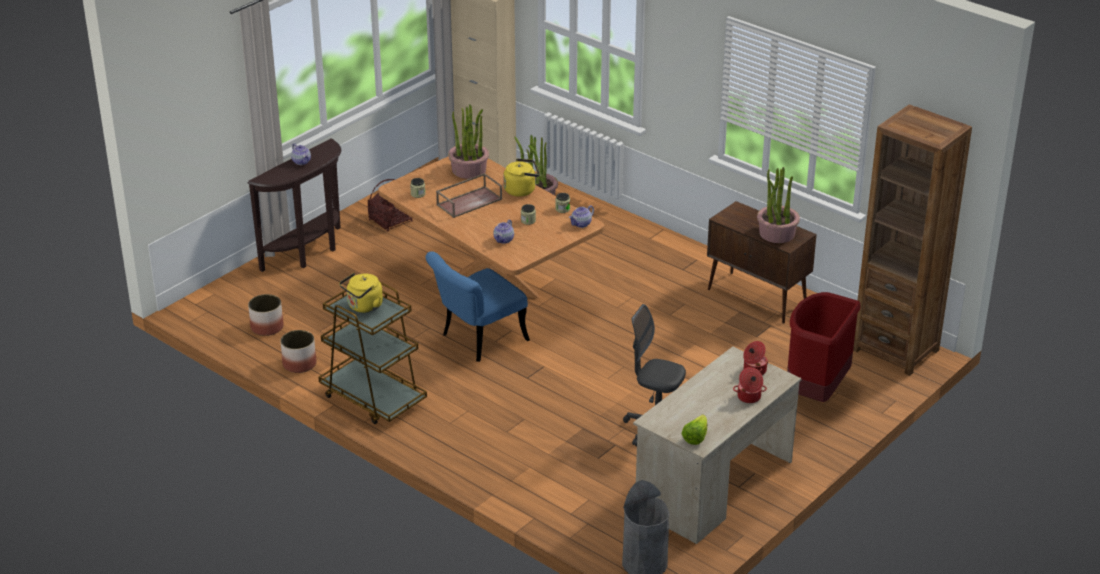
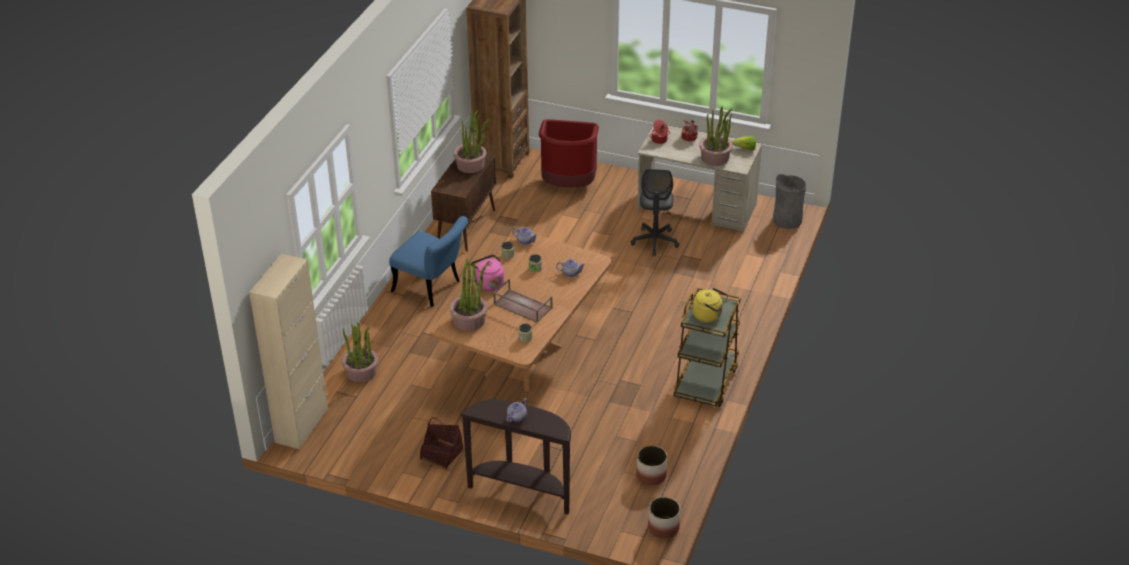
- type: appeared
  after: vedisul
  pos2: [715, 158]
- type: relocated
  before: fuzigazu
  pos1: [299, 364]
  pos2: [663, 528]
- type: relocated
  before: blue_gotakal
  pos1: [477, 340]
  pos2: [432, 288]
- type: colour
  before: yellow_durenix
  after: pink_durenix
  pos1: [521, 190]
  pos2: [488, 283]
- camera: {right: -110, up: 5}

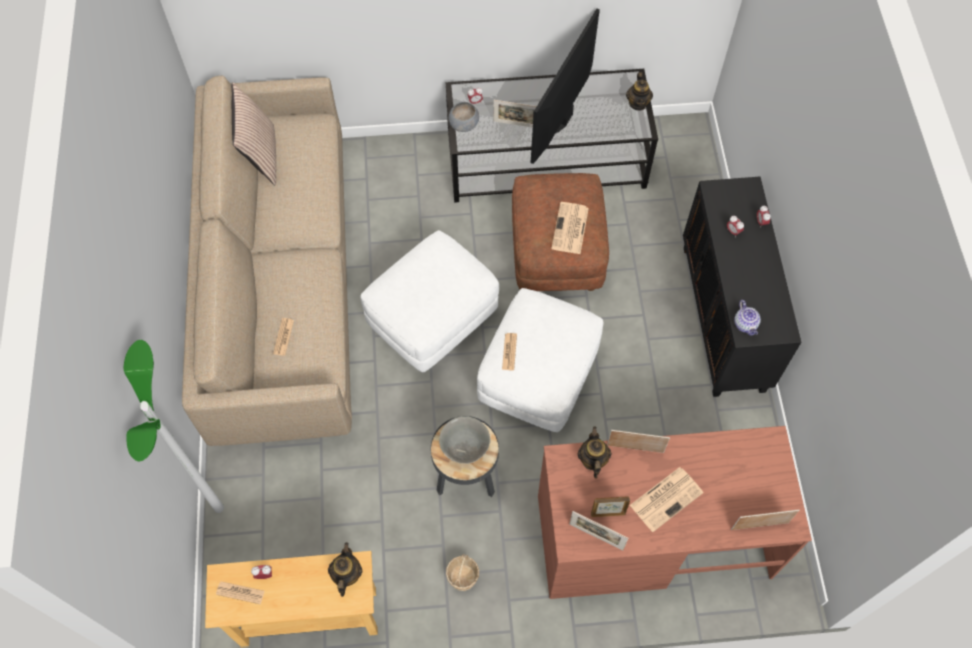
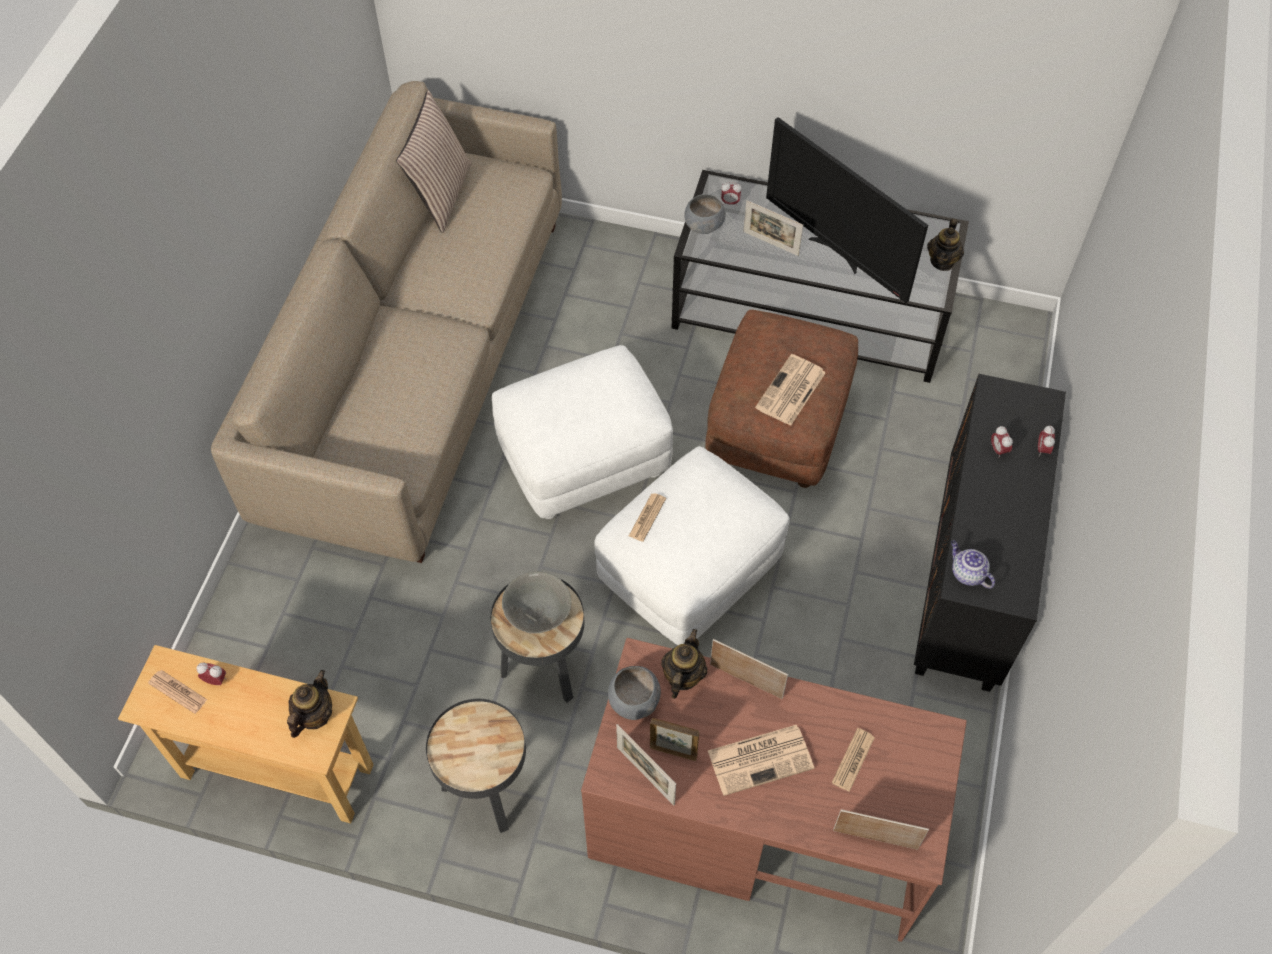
- type: missing
  before: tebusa
  pos1: [218, 507]
- type: appeared
  after: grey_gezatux
  pos2: [633, 701]
- type: relocated
  before: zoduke
  pos1: [283, 337]
  pos2: [853, 760]
- type: exchanged
  before: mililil
  after: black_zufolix
  pos1: [463, 577]
  pos2: [488, 790]
- type: spun
  before: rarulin
  pos1: [564, 118]
  pos2: [836, 253]
  turn: -90
- type: spun
  before: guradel
  pos1: [745, 325]
  pos2: [967, 573]
  turn: 135
- camera: {right: 20, up: -5}

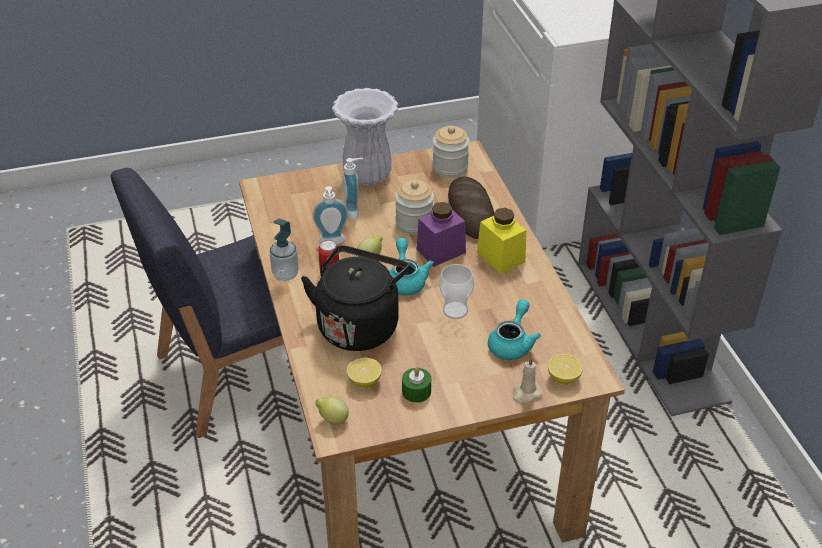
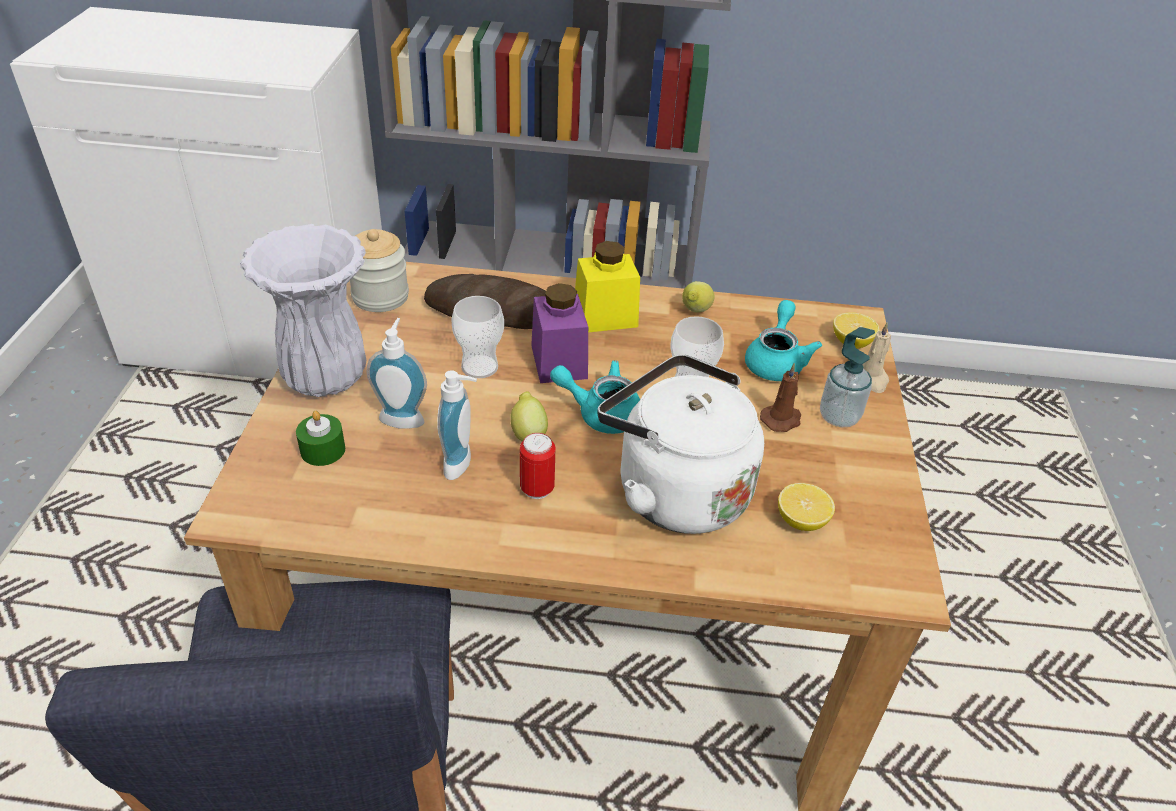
- type: appeared
  after: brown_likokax
  pos2: [781, 419]
- type: relocated
  before: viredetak
  pos1: [285, 274]
  pos2: [839, 417]
- type: relocated
  before: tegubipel
  pos1: [332, 420]
  pos2: [695, 312]
- type: relocated
  before: green_likokax
  pos1: [416, 391]
  pos2: [323, 450]
- type: exchanged
  before: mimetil
  after: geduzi
  pos1: [414, 223]
  pos2: [479, 367]
- type: colour
  before: black_durenix
  after: white_durenix
  pos1: [359, 324]
  pos2: [675, 490]
- type: spun
  before: turquoise_guradel
  pos1: [512, 343]
  pos2: [776, 361]
  turn: 60
- camera: {right: -70, up: 0}

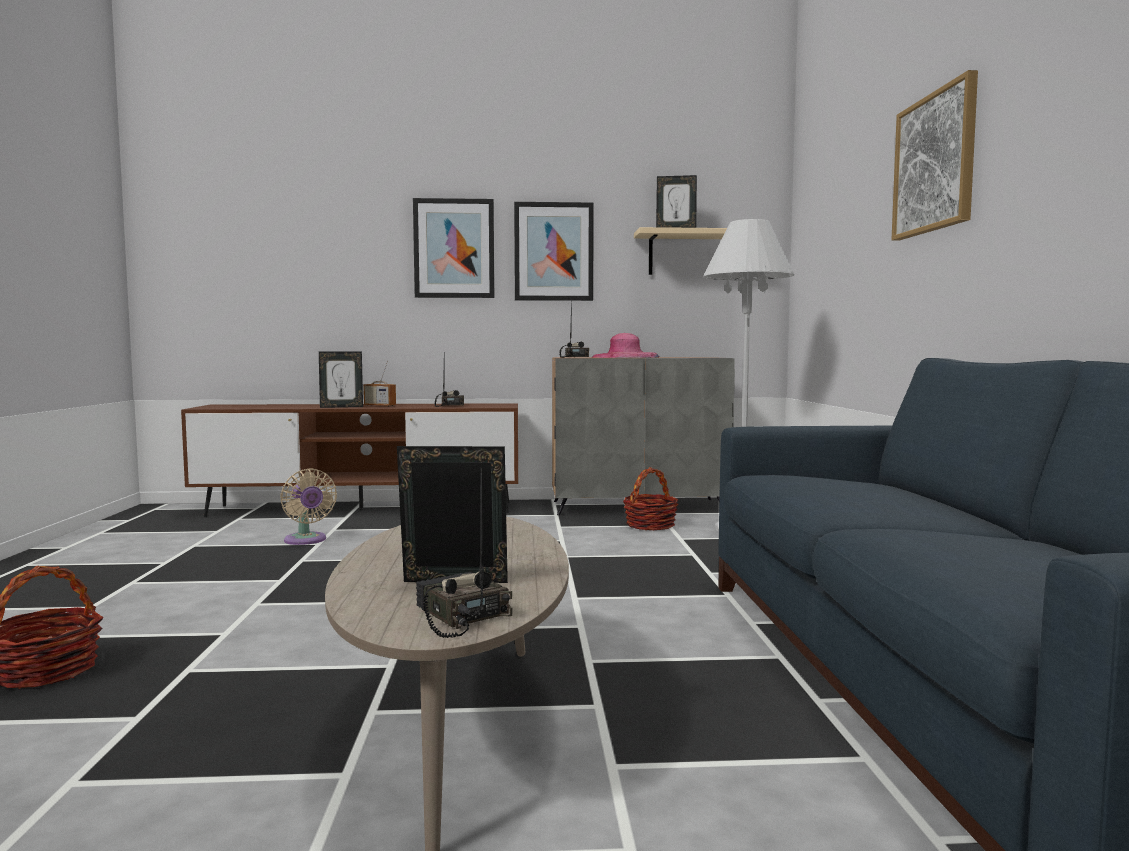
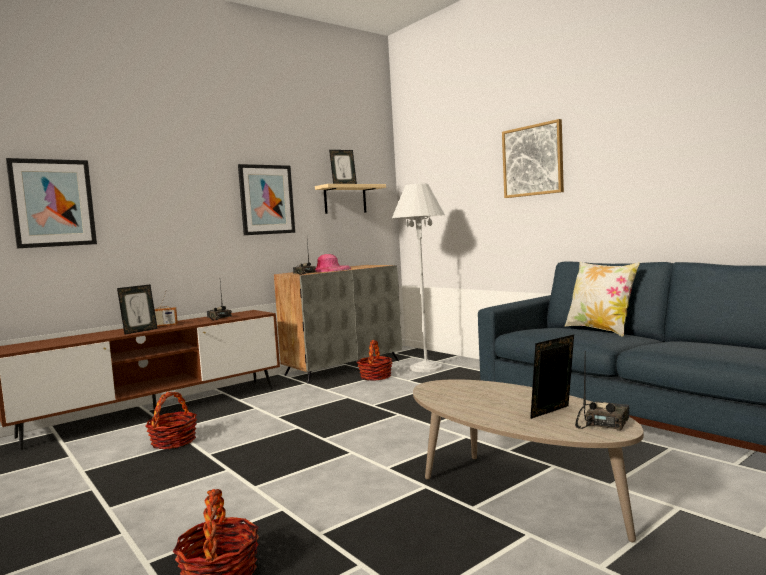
- type: appeared
  after: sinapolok
  pos2: [600, 330]
- type: relocated
  before: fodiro
  pos1: [454, 248]
  pos2: [53, 203]
- type: exchanged
  before: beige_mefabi
  after: mililil
  pos1: [306, 540]
  pos2: [173, 441]
- type: spun
  before: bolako
  pos1: [458, 616]
  pos2: [602, 423]
  turn: 105
- camera: {right: -35, up: 0}

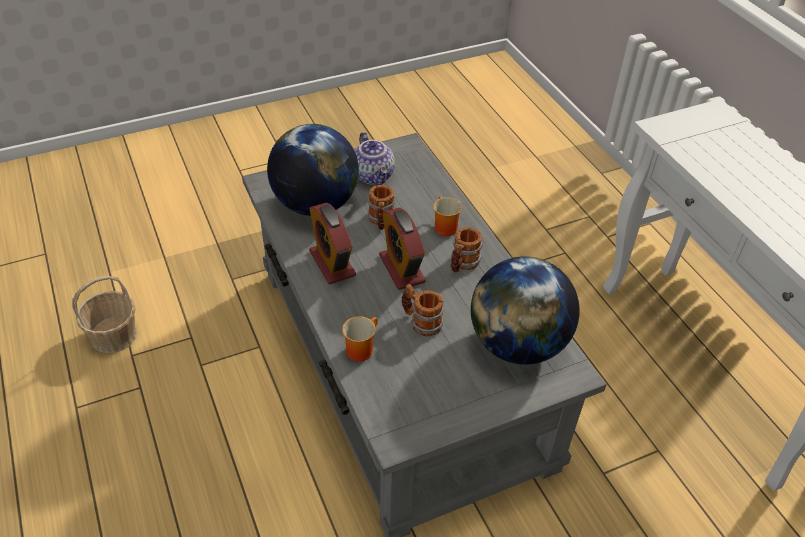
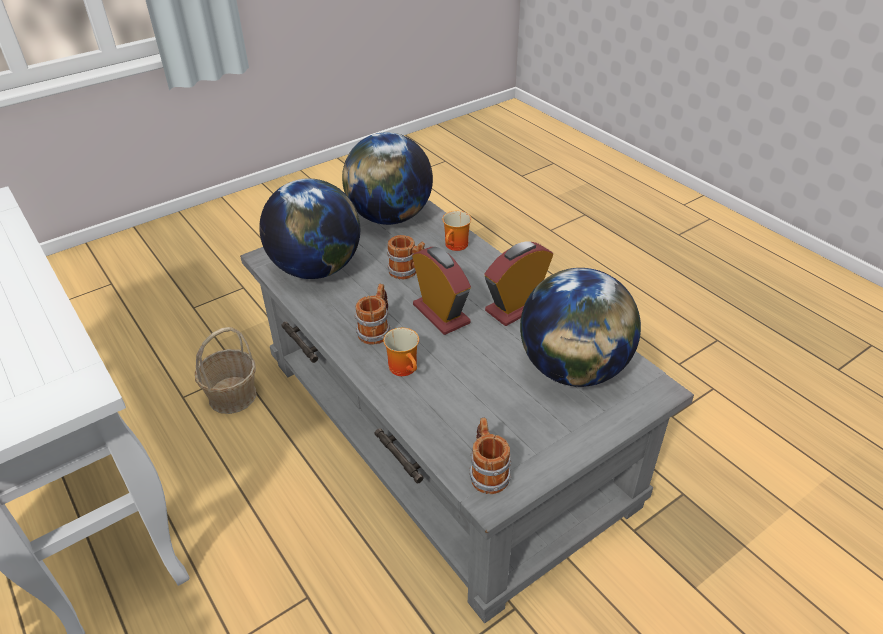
- type: missing
  before: guradel
  pos1: [374, 176]
- type: appeared
  after: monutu
  pos2: [390, 217]
- type: relocated
  before: mililil
  pos1: [114, 335]
  pos2: [232, 396]
- type: relocated
  before: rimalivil
  pos1: [381, 221]
  pos2: [487, 471]
- type: spun
  before: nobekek
  pos1: [332, 263]
  pos2: [516, 307]
  turn: -90
- camera: {right: 170, up: -5}

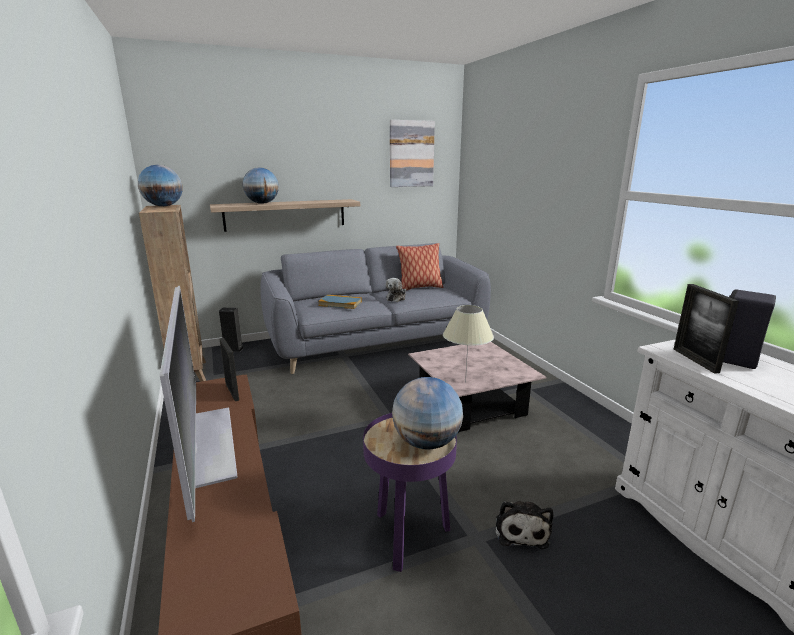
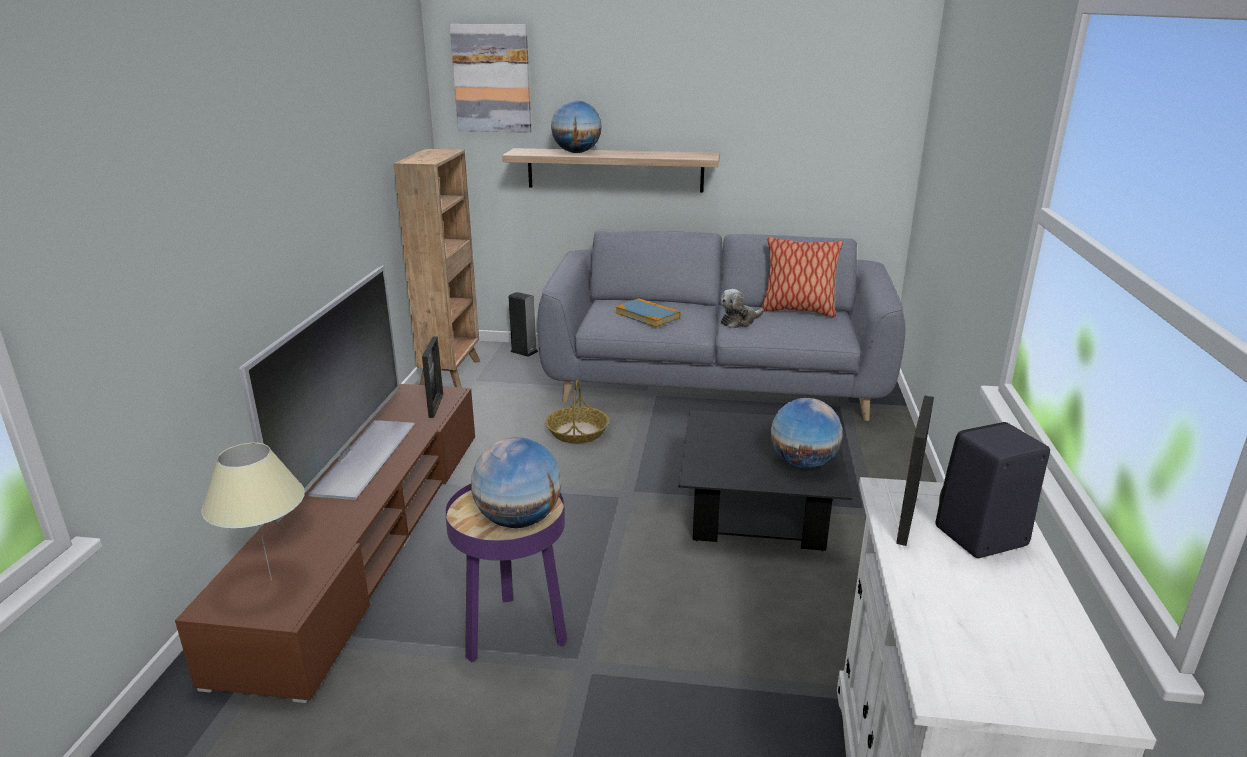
- type: missing
  before: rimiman
  pos1: [521, 529]
- type: appeared
  after: mililil
  pos2: [577, 432]
- type: relocated
  before: monutu
  pos1: [163, 206]
  pos2: [802, 463]
- type: relocated
  before: fodiro
  pos1: [411, 154]
  pos2: [492, 78]
- type: relocated
  before: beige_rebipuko
  pos1: [465, 382]
  pos2: [271, 580]
- type: colour
  before: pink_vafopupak
  after: black_vafopupak
  pos1: [471, 404]
  pos2: [757, 509]
- camera: {right: 30, up: 5}

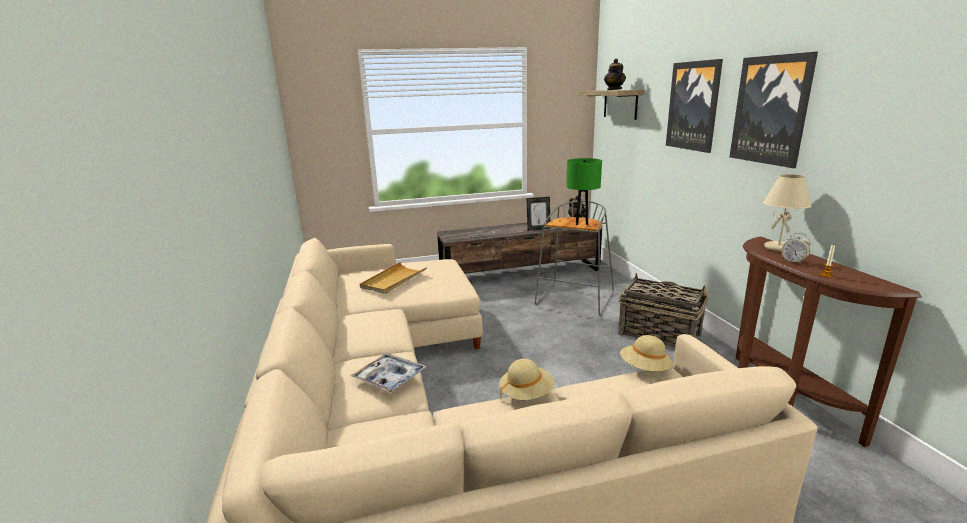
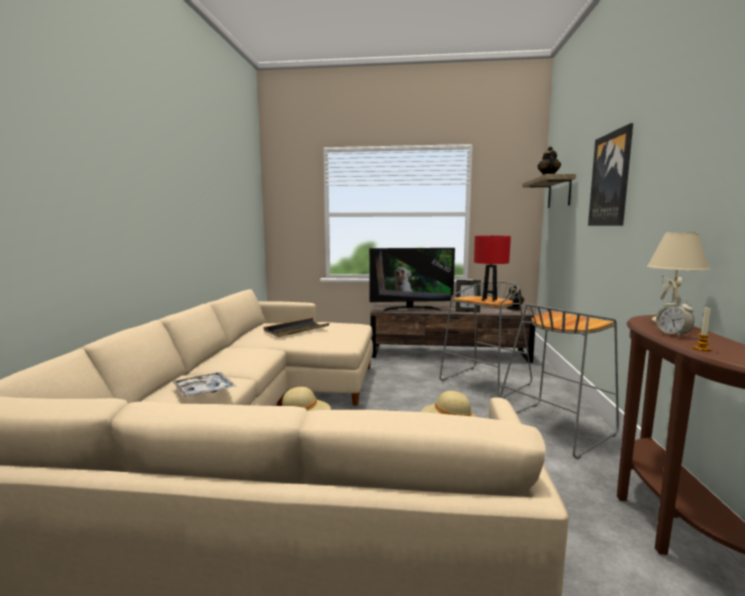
- type: missing
  before: fodiro
  pos1: [771, 110]
- type: appeared
  after: rarulin
  pos2: [410, 309]
- type: exchanged
  before: mililil
  after: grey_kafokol
  pos1: [658, 334]
  pos2: [554, 427]
- type: colour
  before: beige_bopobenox
  after: black_bopobenox
  pos1: [393, 280]
  pos2: [296, 329]
- type: colour
  before: green_rebipuko
  after: red_rebipuko
  pos1: [582, 223]
  pos2: [489, 300]
- camera: {right: 20, up: -10}

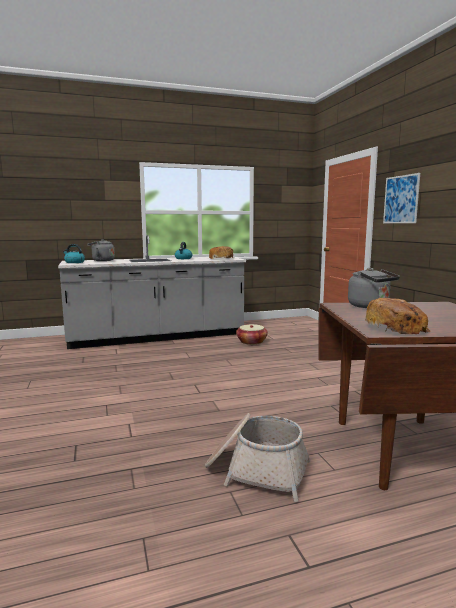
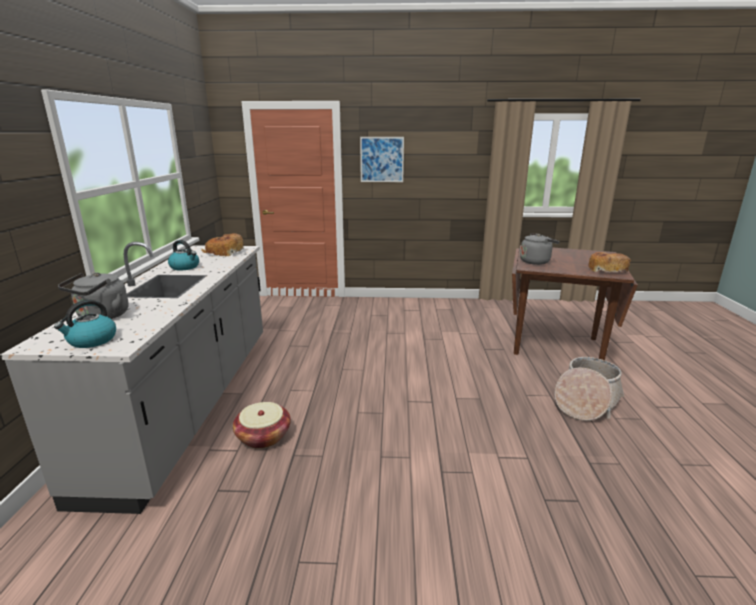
- type: relocated
  before: mililil
  pos1: [251, 342]
  pos2: [263, 436]
- camera: {right: -70, up: 10}

